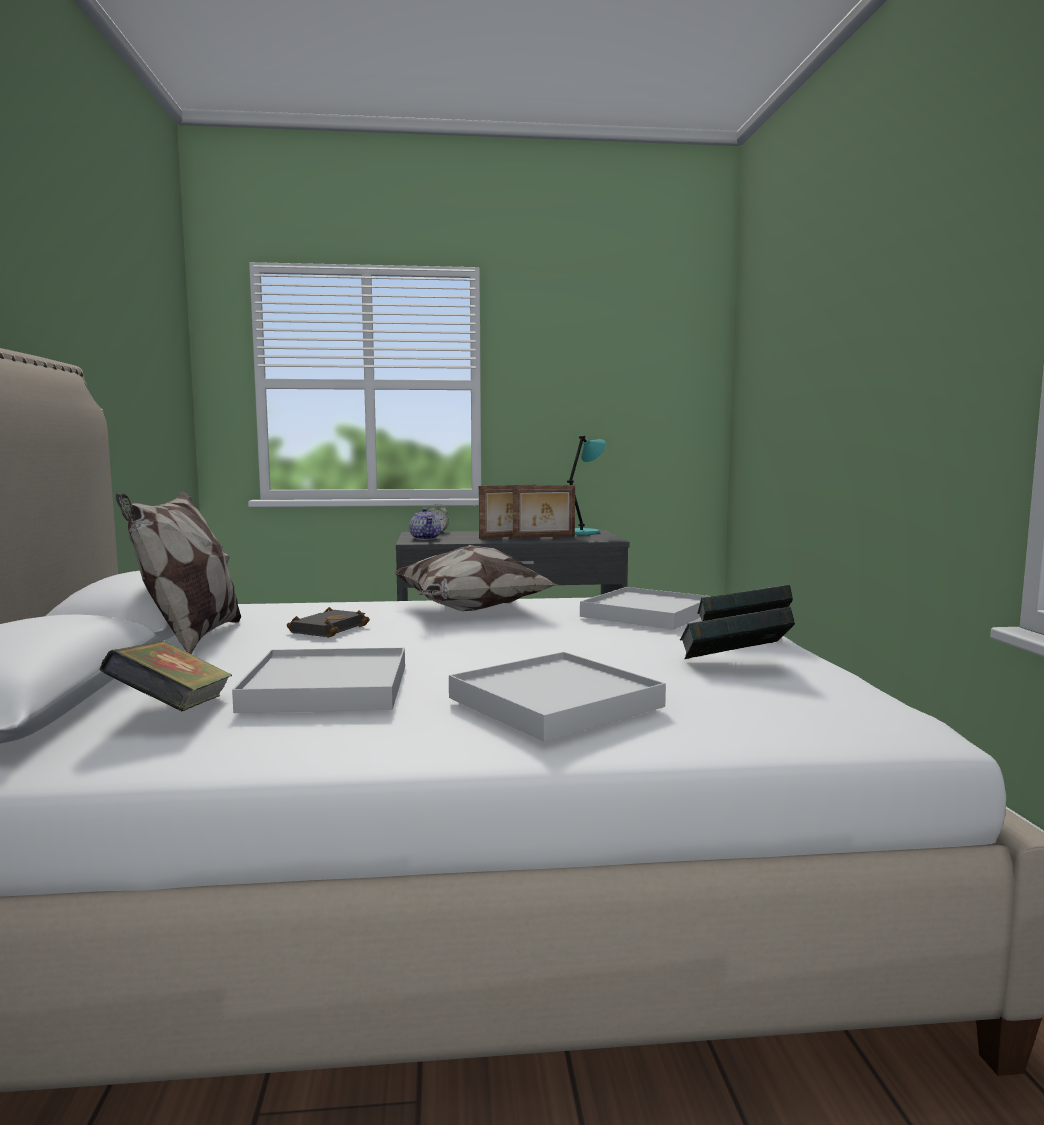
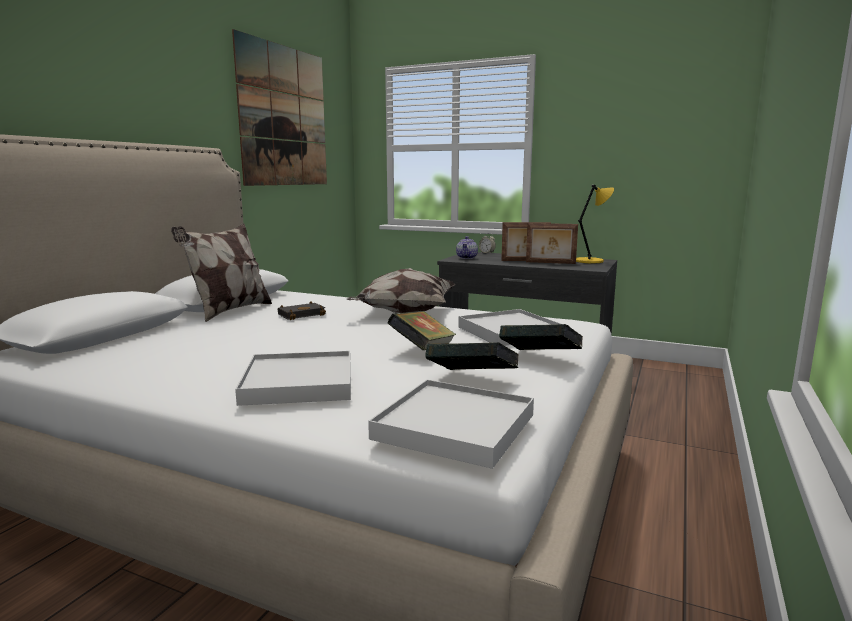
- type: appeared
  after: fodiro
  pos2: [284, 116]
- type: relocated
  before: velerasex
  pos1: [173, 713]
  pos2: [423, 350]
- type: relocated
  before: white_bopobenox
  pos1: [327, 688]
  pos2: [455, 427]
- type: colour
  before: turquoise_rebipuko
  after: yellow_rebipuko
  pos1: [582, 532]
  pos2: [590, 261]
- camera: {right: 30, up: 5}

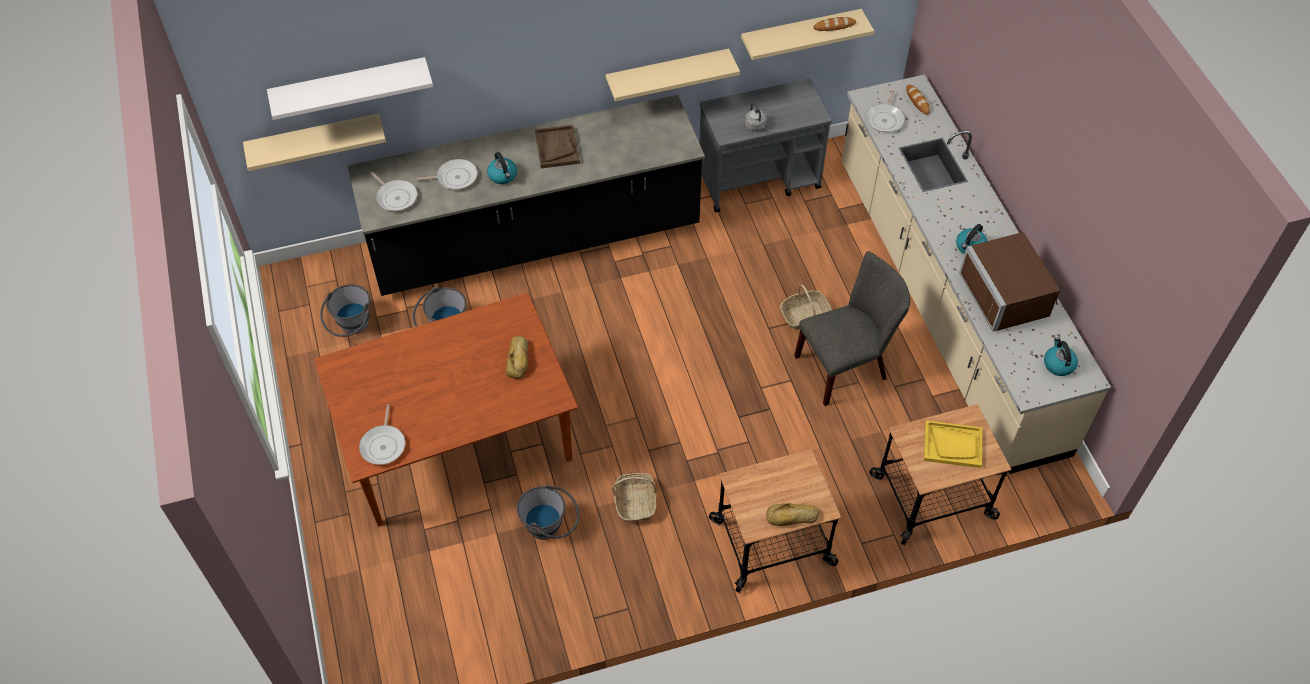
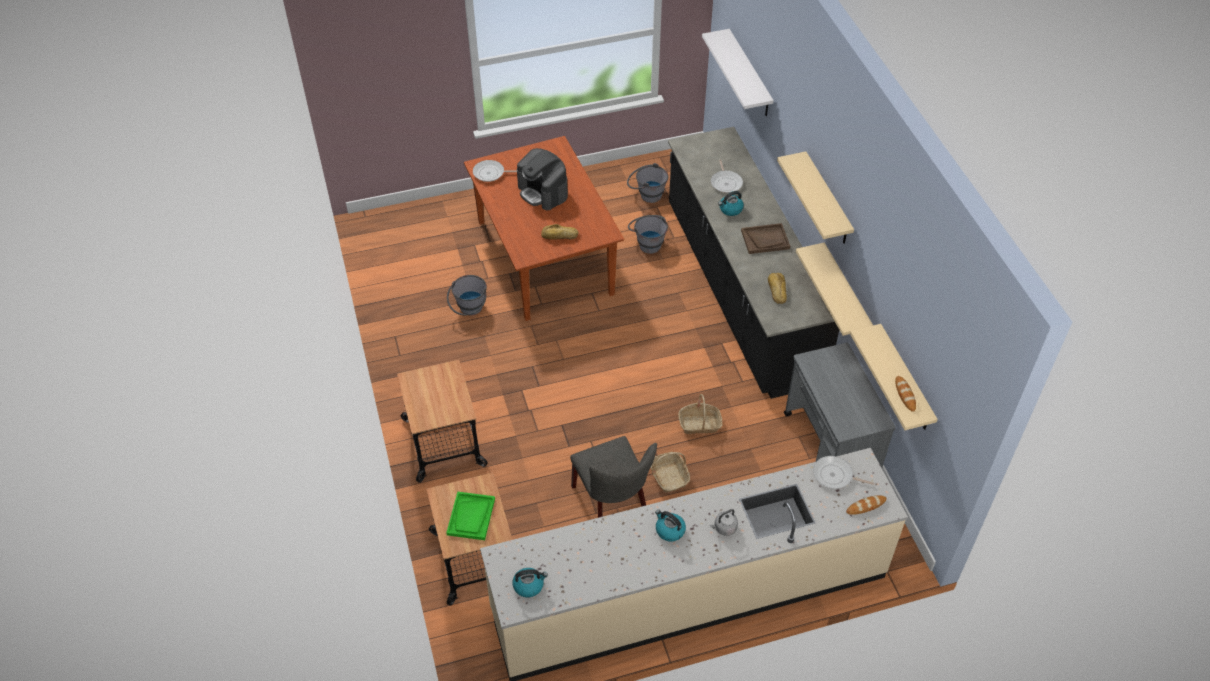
- type: missing
  before: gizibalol
  pos1: [396, 196]
- type: missing
  before: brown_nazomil
  pos1: [1009, 295]
- type: appeared
  after: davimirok
  pos2: [543, 192]
- type: relocated
  before: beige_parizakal
  pos1: [315, 139]
  pos2: [827, 200]
- type: relocated
  before: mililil
  pos1: [635, 502]
  pos2: [699, 424]
- type: relocated
  before: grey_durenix
  pos1: [756, 126]
  pos2: [724, 528]
- type: relocated
  before: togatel
  pos1: [792, 518]
  pos2: [776, 290]
- type: colour
  before: yellow_bopobenox
  after: green_bopobenox
  pos1: [953, 445]
  pos2: [471, 517]
- camera: {right: 90, up: -5}

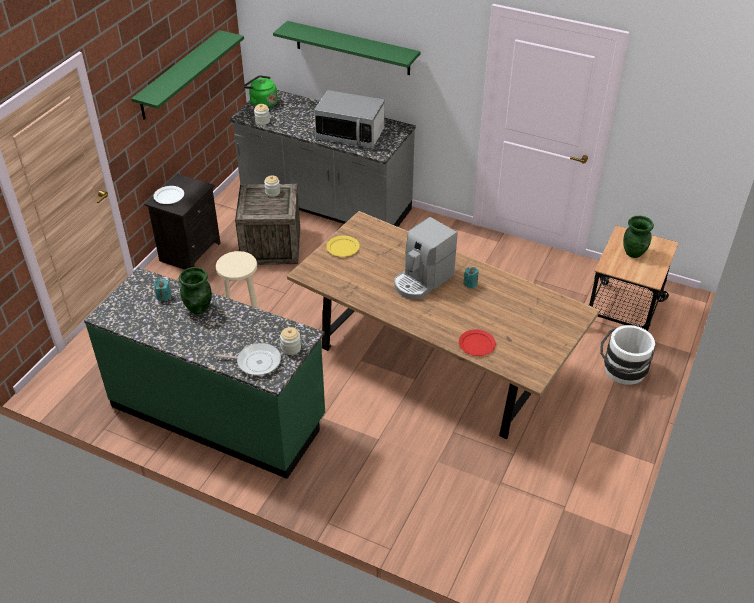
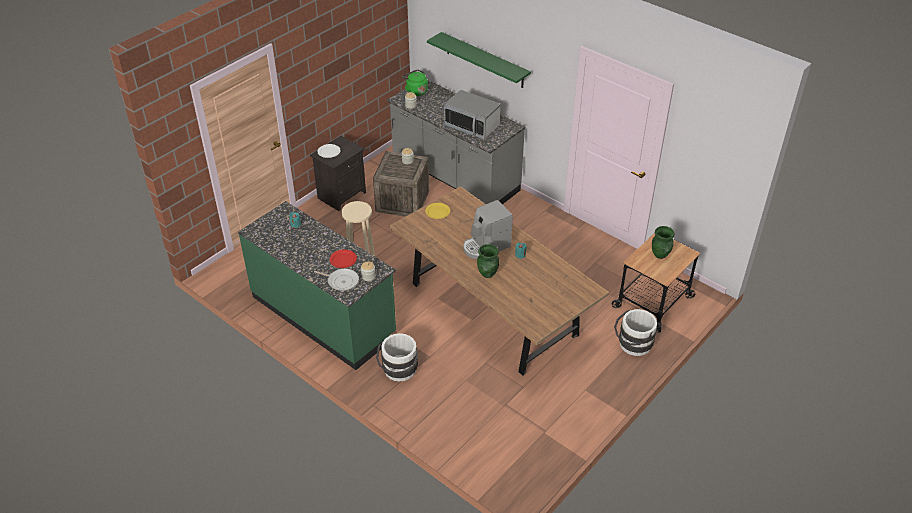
- type: missing
  before: green_parizakal
  pos1: [179, 75]
- type: appeared
  after: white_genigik
  pos2: [399, 371]
- type: relocated
  before: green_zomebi
  pos1: [199, 308]
  pos2: [488, 273]
- type: relocated
  before: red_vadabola
  pos1: [477, 344]
  pos2: [343, 260]
- camera: {right: 15, up: 0}

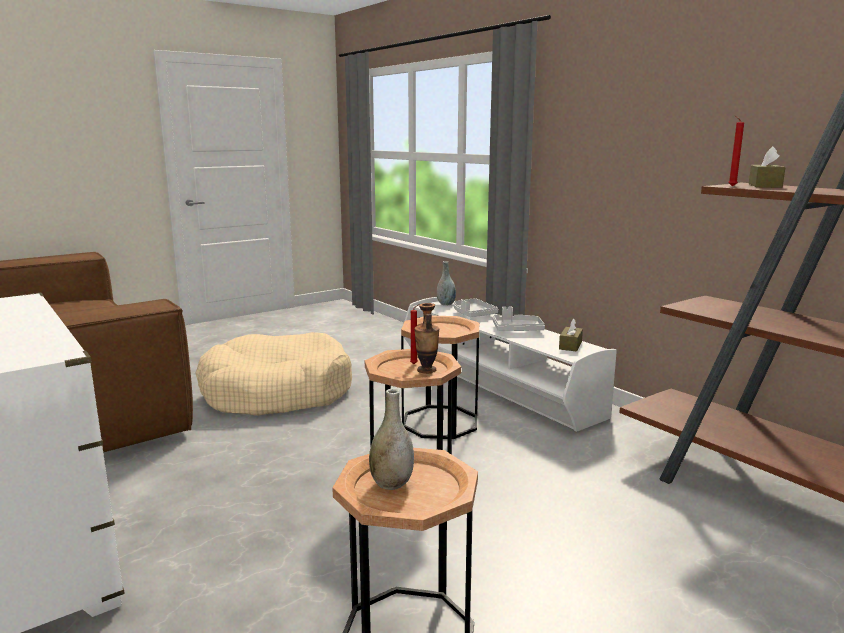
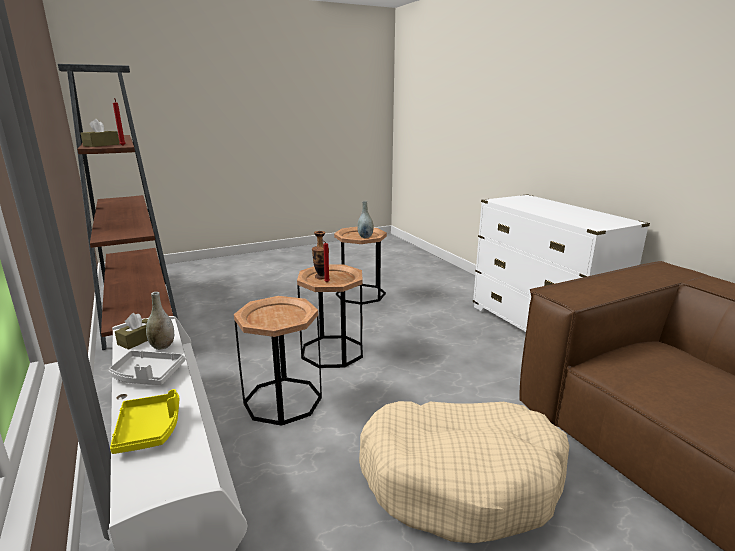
- type: relocated
  before: grey_zomebi
  pos1: [446, 304]
  pos2: [162, 346]
- type: colour
  before: grey_bopobenox
  after: yellow_bopobenox
  pos1: [473, 314]
  pos2: [149, 430]
- camera: {right: -170, up: 5}

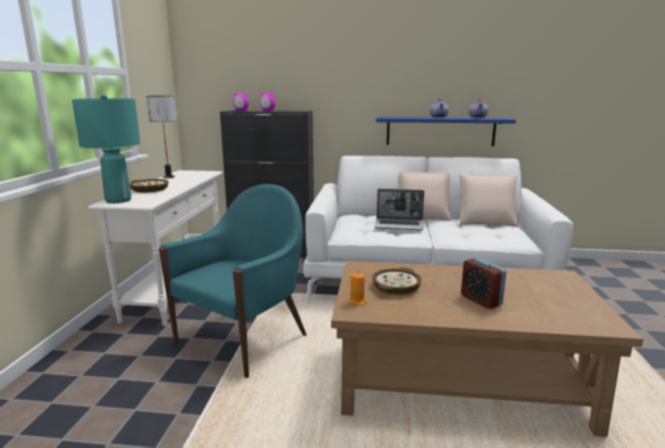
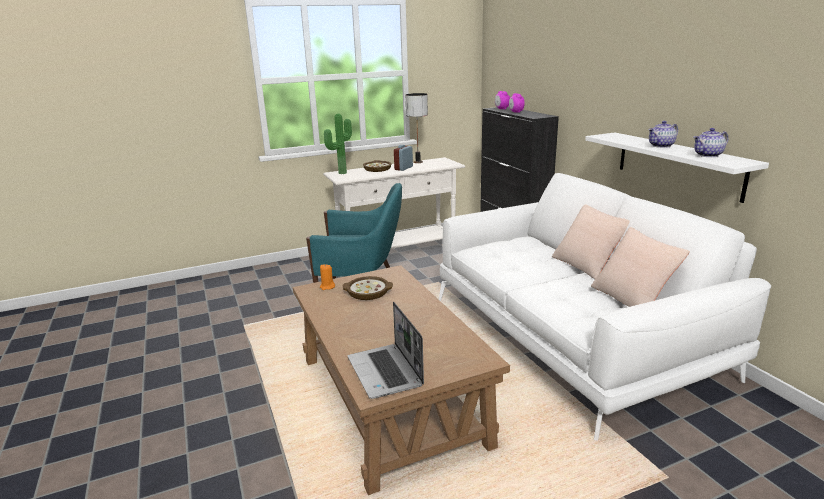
- type: relocated
  before: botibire
  pos1: [399, 225]
  pos2: [386, 372]
- type: relocated
  before: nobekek
  pos1: [481, 300]
  pos2: [403, 168]
- type: exchanged
  before: turquoise_rebipuko
  after: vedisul
  pos1: [118, 200]
  pos2: [341, 173]
- type: colour
  before: blue_parizakal
  after: white_parizakal
  pos1: [440, 131]
  pos2: [678, 164]
- camera: {right: 60, up: 5}

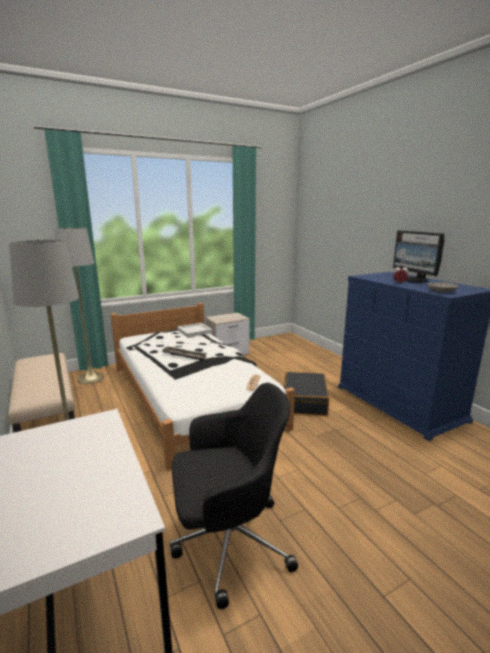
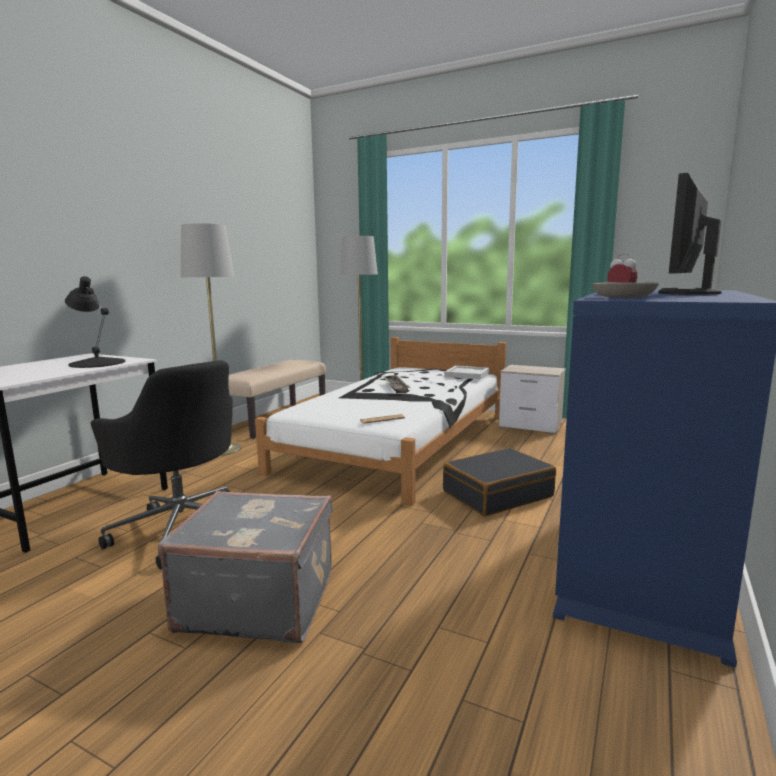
- type: appeared
  after: black_rebipuko
  pos2: [97, 363]
- type: appeared
  after: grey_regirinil
  pos2: [258, 600]
- camera: {right: 55, up: -5}

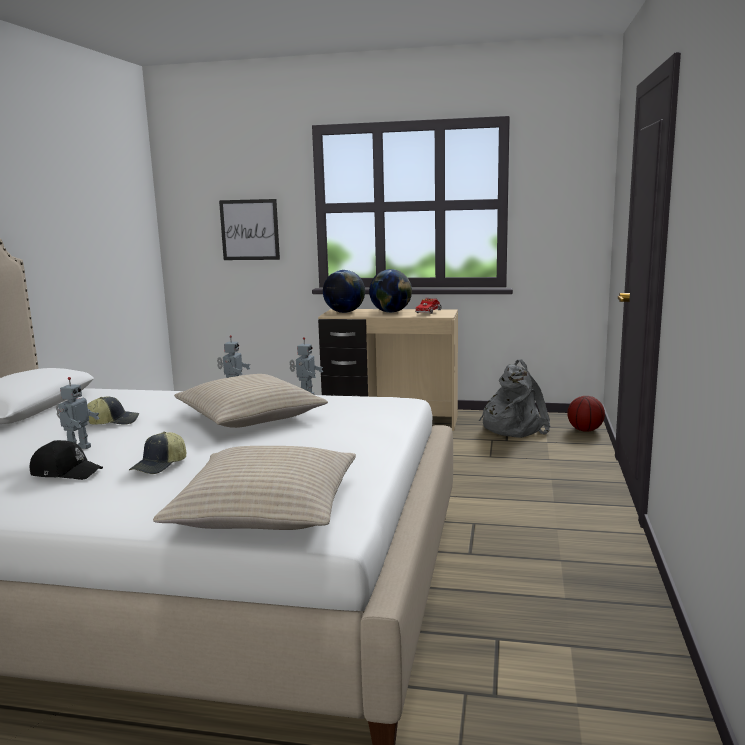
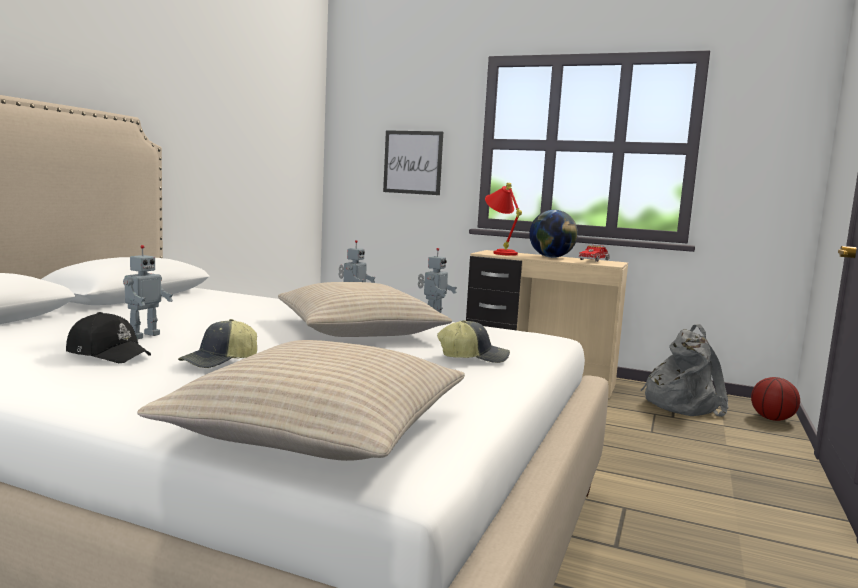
- type: relocated
  before: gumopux
  pos1: [113, 421]
  pos2: [473, 357]
- type: exchanged
  before: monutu
  after: red_rebipuko
  pos1: [344, 312]
  pos2: [500, 253]
- camera: {right: 10, up: -5}

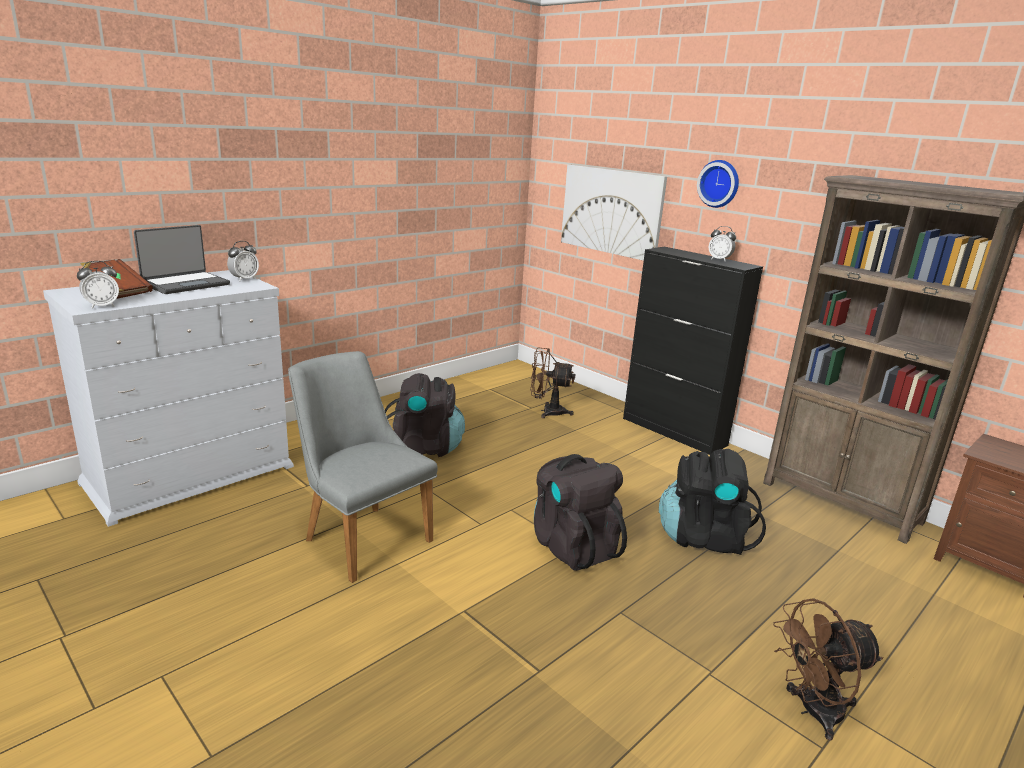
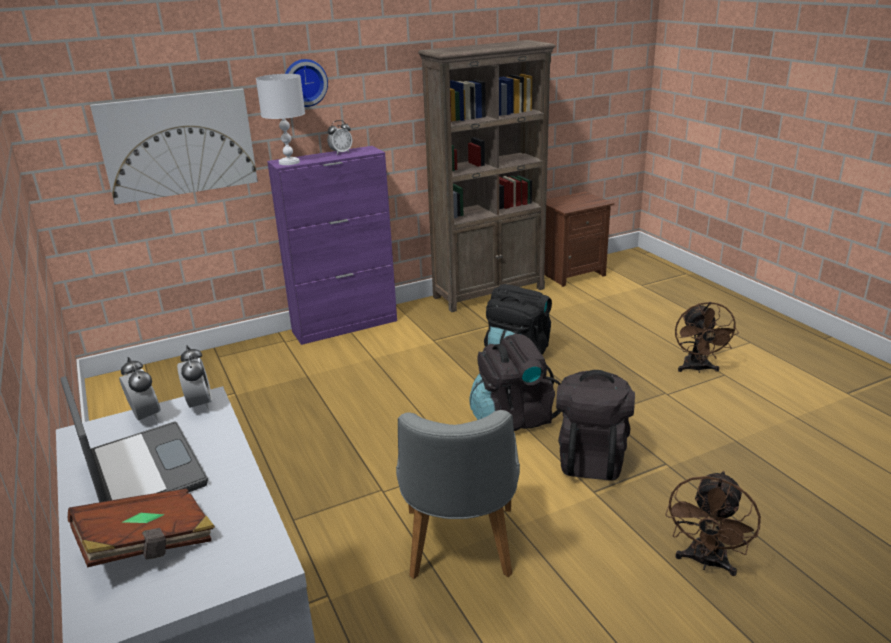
- type: appeared
  after: white_rebipuko
  pos2: [289, 162]
- type: relocated
  before: nobekek
  pos1: [102, 306]
  pos2: [199, 404]
- type: relocated
  before: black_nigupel
  pos1: [424, 447]
  pos2: [591, 457]
- type: relocated
  before: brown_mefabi
  pos1: [547, 411]
  pos2: [705, 562]
- type: colour
  before: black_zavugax
  after: purple_zavugax
  pos1: [674, 432]
  pos2: [345, 326]
- type: spun
  before: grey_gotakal
  pos1: [360, 535]
  pos2: [459, 550]
  turn: -60
- camera: {right: -70, up: 5}

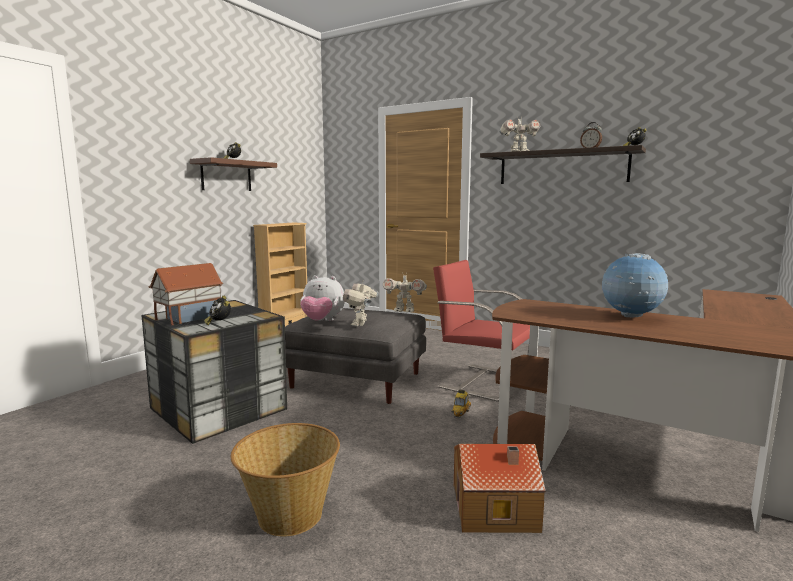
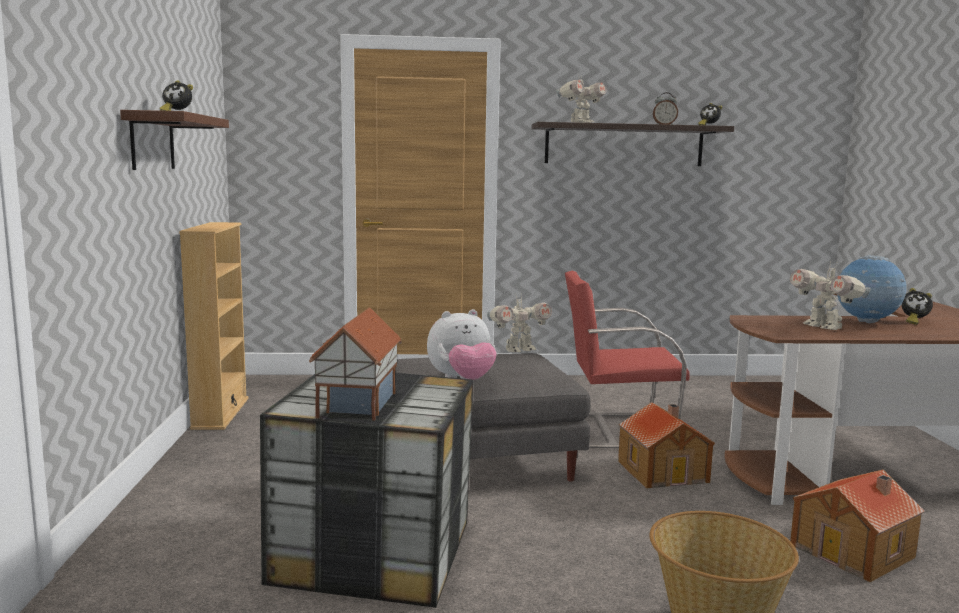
- type: relocated
  before: nobekek
  pos1: [219, 323]
  pos2: [913, 322]
- type: relocated
  before: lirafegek
  pos1: [360, 324]
  pos2: [824, 327]
- type: exchanged
  before: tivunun
  after: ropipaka
  pos1: [460, 413]
  pos2: [663, 471]
- camera: {right: -35, up: 0}

